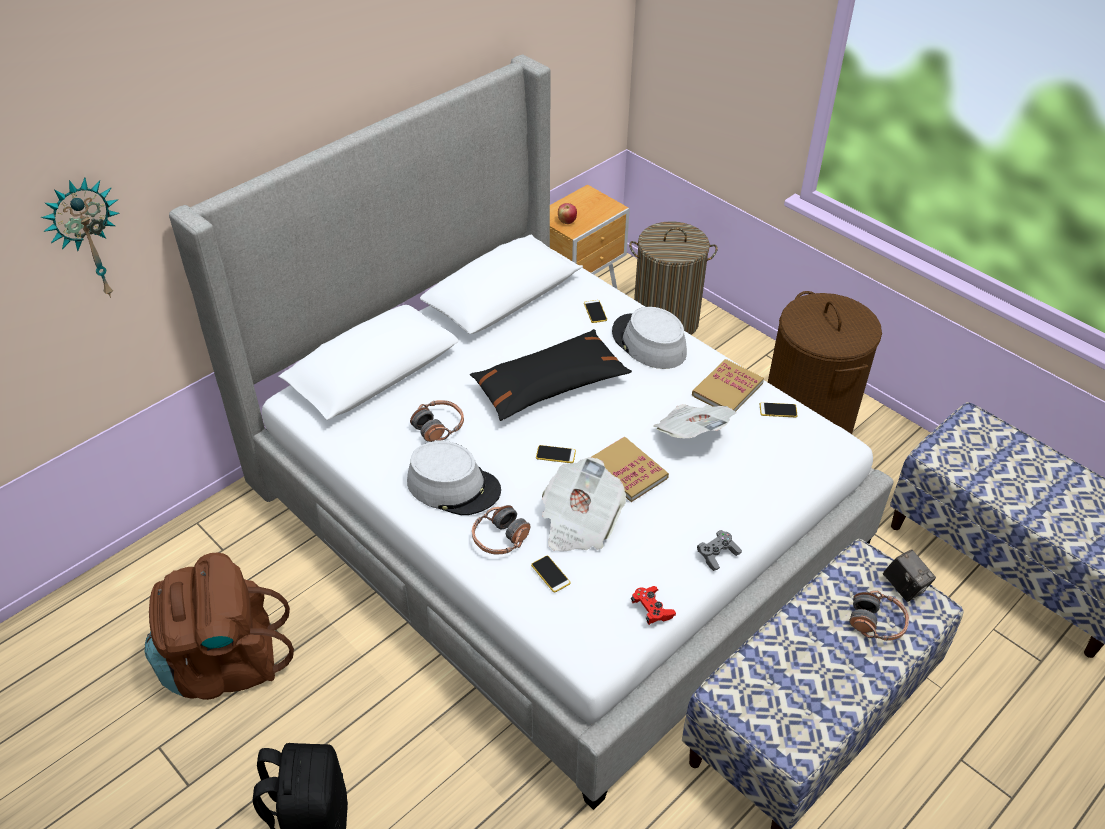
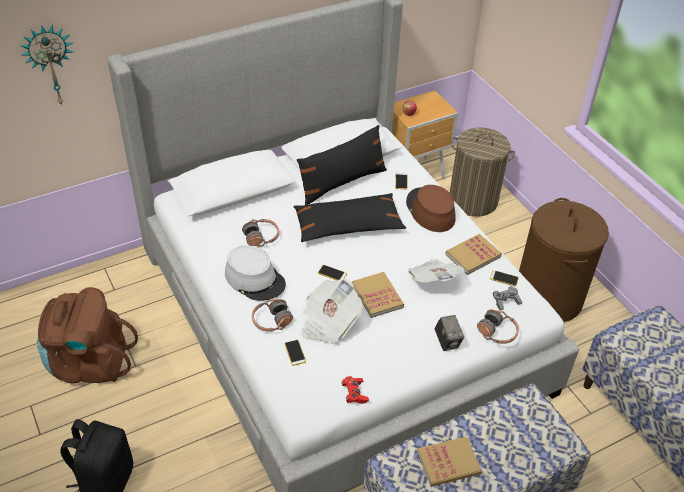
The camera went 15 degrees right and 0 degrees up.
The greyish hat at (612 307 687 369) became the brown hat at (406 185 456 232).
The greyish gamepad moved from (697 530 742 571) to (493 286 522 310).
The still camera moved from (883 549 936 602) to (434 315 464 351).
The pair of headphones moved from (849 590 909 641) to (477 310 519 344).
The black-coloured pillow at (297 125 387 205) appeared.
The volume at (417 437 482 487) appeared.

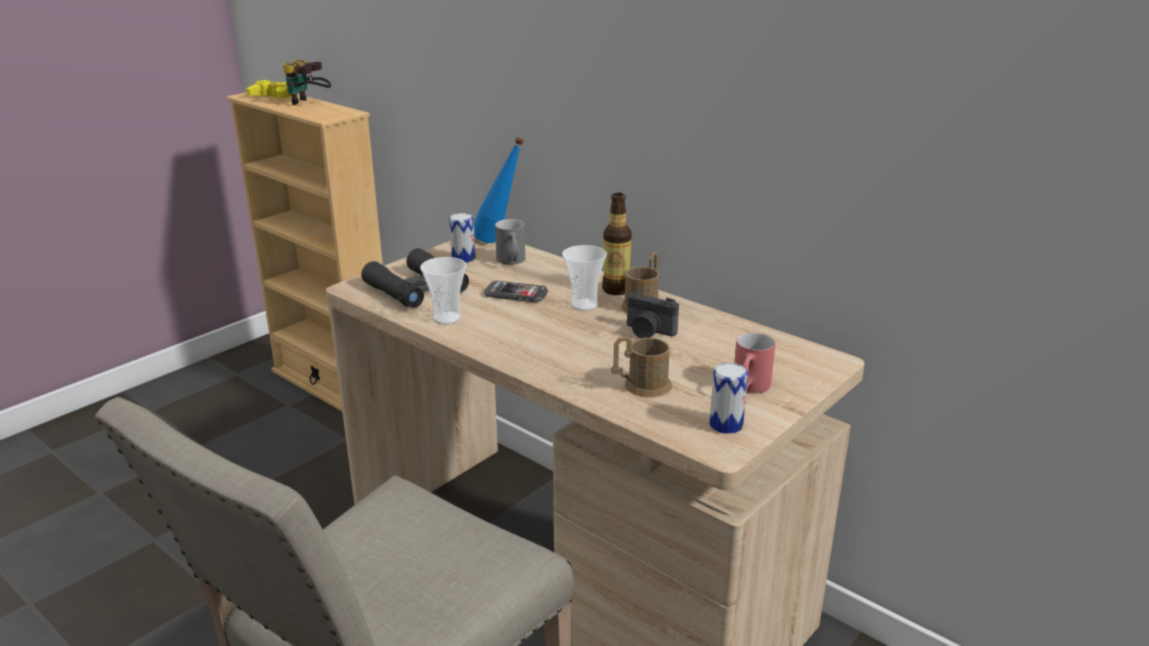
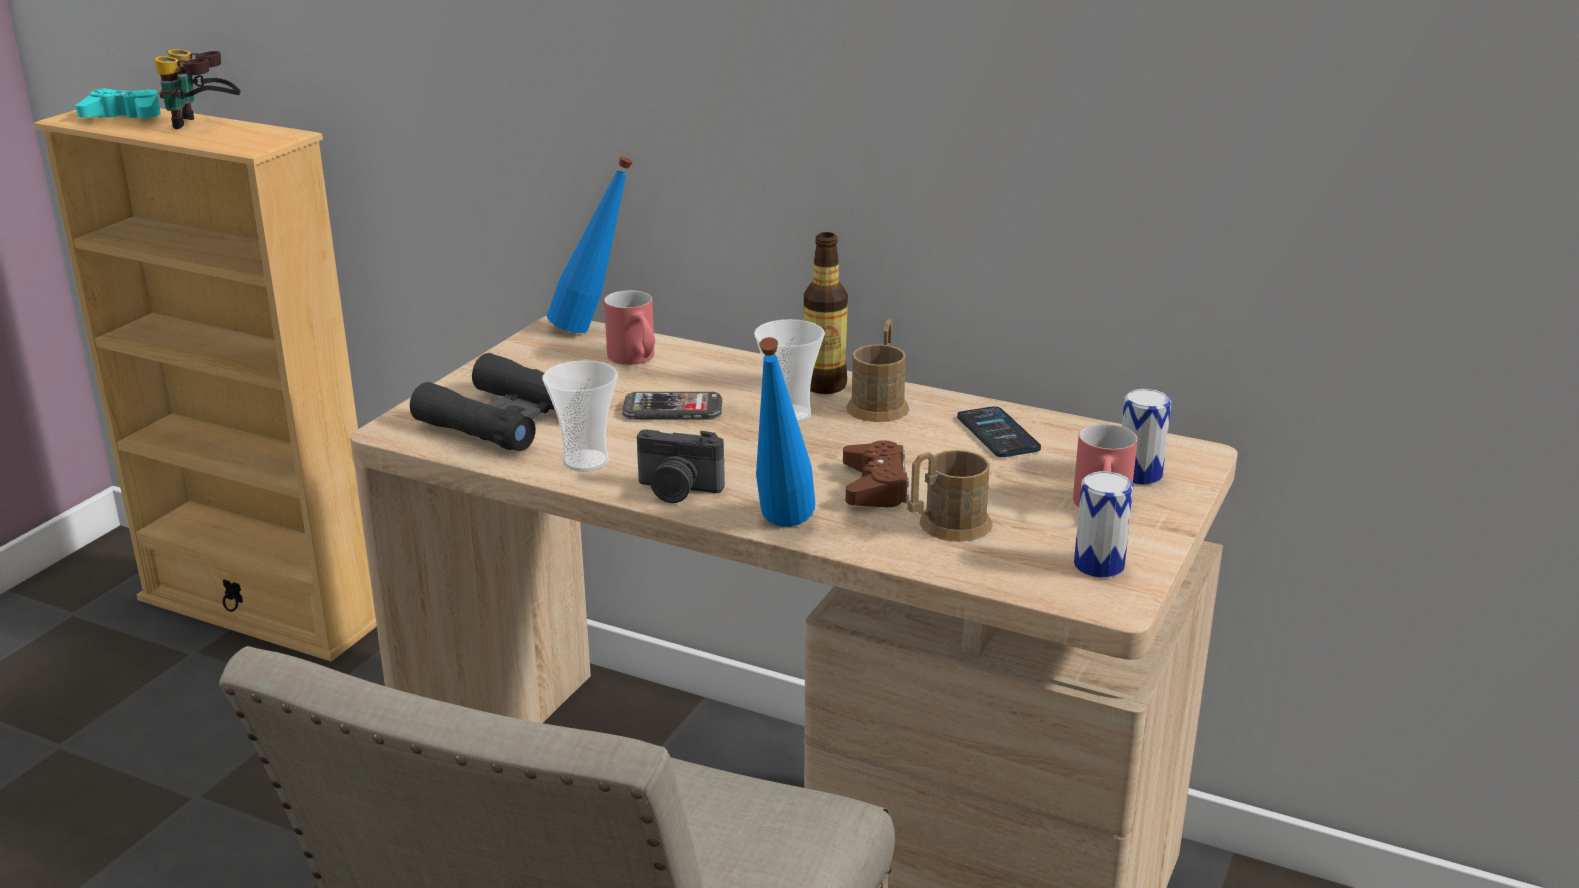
The camera went 15 degrees left and 0 degrees up.
The yellow gamepad at (246 80 292 98) became the blue-green gamepad at (76 88 161 119).
The sealed can moved from (449 213 476 263) to (1122 389 1171 485).
The greyish tea mug at (495 219 525 265) became the red tea mug at (604 290 655 365).
The still camera moved from (627 293 679 338) to (637 429 725 503).
The bluish beverage bottle at (756 337 815 527) appeared.
The phone at (957 406 1041 457) appeared.
The brown gamepad at (843 440 910 507) appeared.

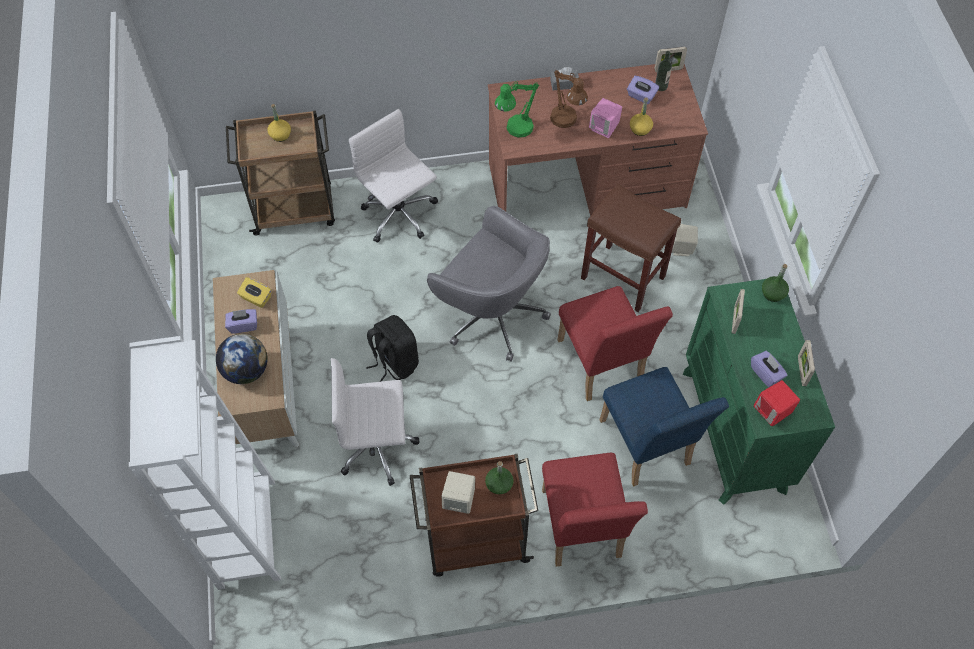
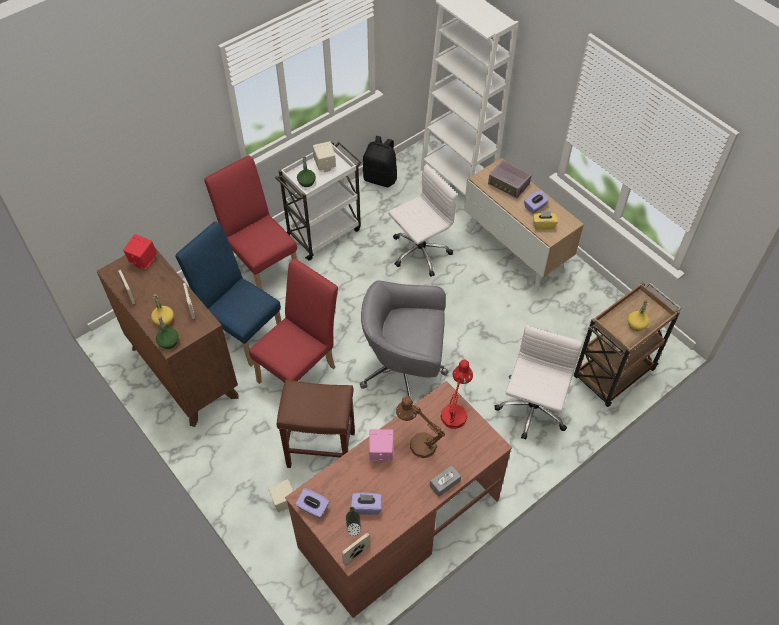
The camera went 150 degrees right and 5 degrees down.
The green tabletop lamp at (495 81 539 138) became the red tabletop lamp at (440 359 473 429).
The yellow beverage bottle moved from (630 97 653 136) to (151 294 174 326).
The white-coloured desk chair at (349 109 438 243) turned 90 degrees counterclockwise.
The green chest of drawers at (683 279 835 505) became the brown chest of drawers at (97 248 238 427).
The red upright chair at (557 286 673 401) turned 90 degrees clockwise.
The black-coloured backpack moved from (366 315 419 382) to (363 136 397 187).
The globe at (216 334 268 384) was replaced by the radio at (488 160 531 199).
The purplish tissue holder moved from (751 351 788 387) to (296 488 330 519).
The brown cart at (410 454 538 577) became the white-coloured cart at (275 141 362 261).

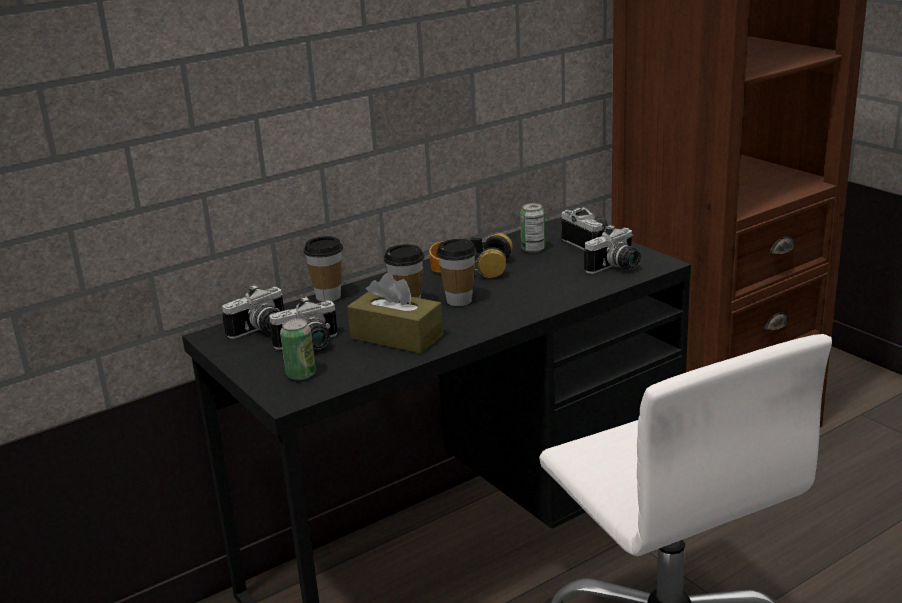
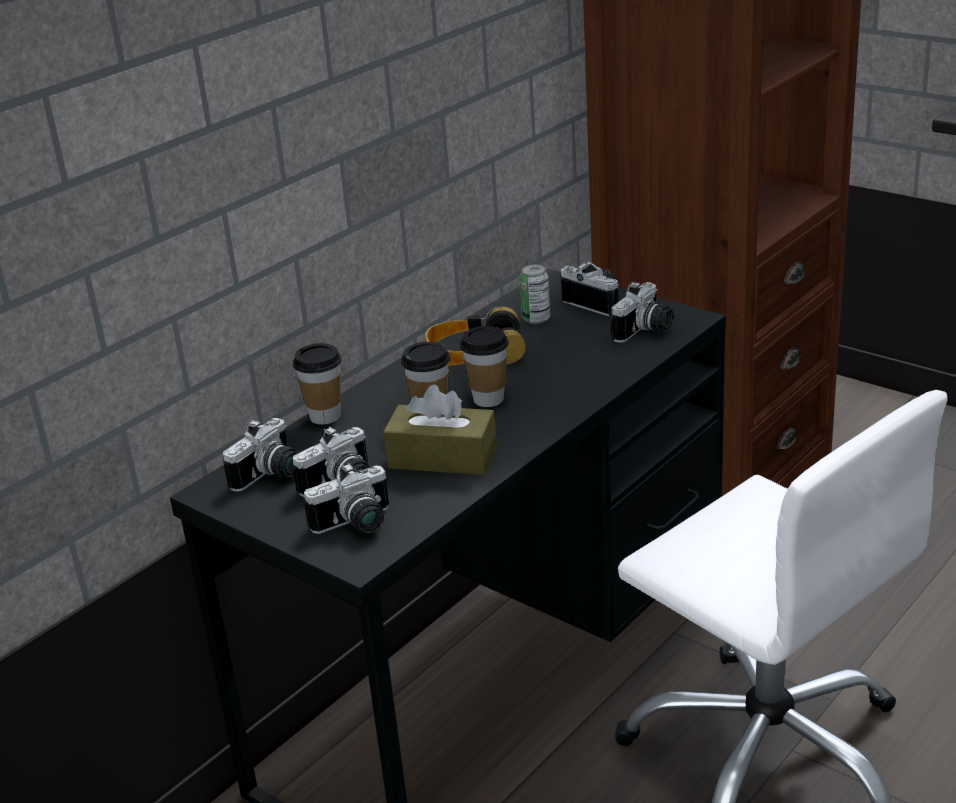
The camera went 15 degrees left and 5 degrees up.
The sealed can at (280 318 316 380) was replaced by the still camera at (304 463 389 534).

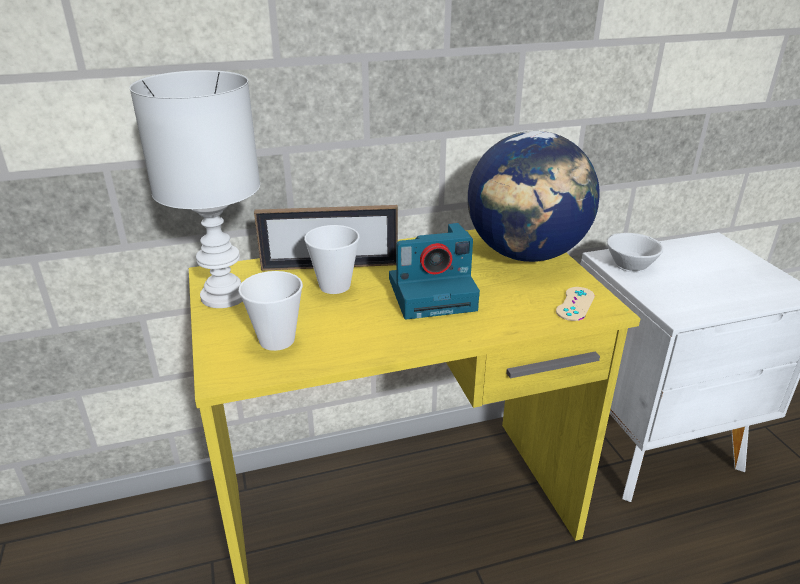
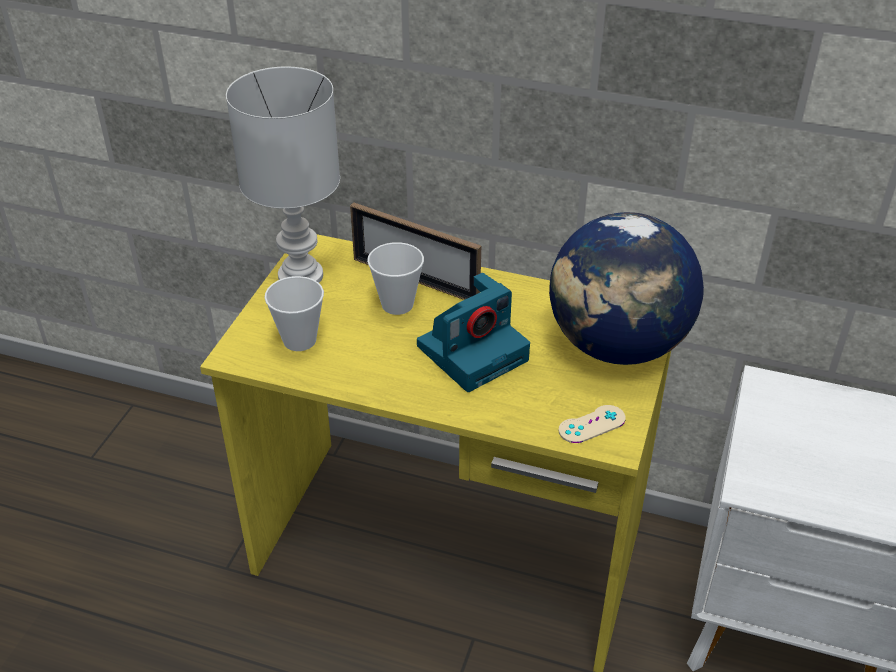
The camera went 35 degrees right and 10 degrees up.
The still camera at (389 223 480 319) turned 60 degrees counterclockwise.
The white-coloured drinking cup at (607 233 664 272) disappeared.

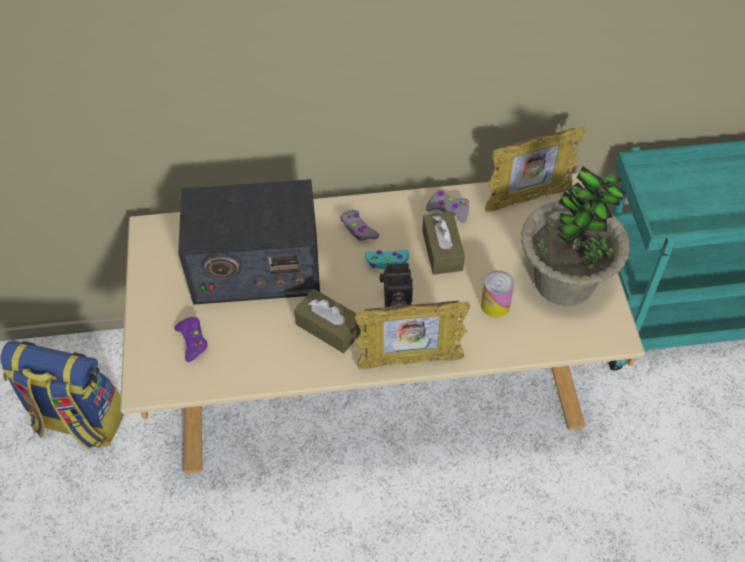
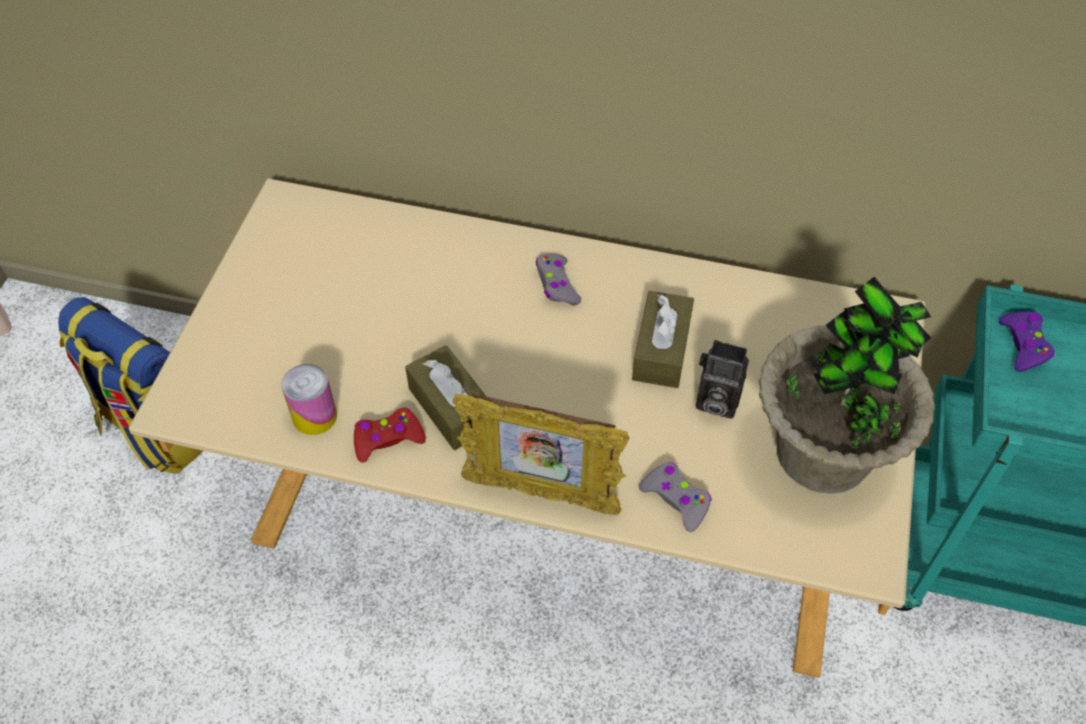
The camera went 20 degrees right and 0 degrees up.
The standing frame at (485 126 586 212) disappeared.
The radio at (178 179 320 305) disappeared.
The greyish gamepad moved from (426 190 469 223) to (639 462 712 532).
The blue-green gamepad at (365 250 409 269) disappeared.
The still camera moved from (379 263 413 307) to (696 340 749 419).
The sealed can moved from (481 271 514 318) to (282 364 337 435).
The purplish gamepad moved from (174 317 208 362) to (999 311 1054 372).
The red gamepad at (354 407 426 463) appeared.

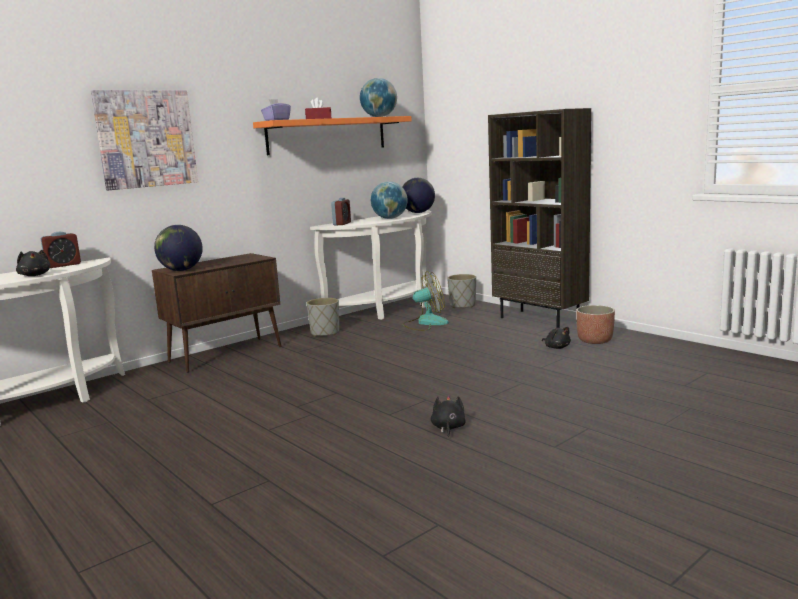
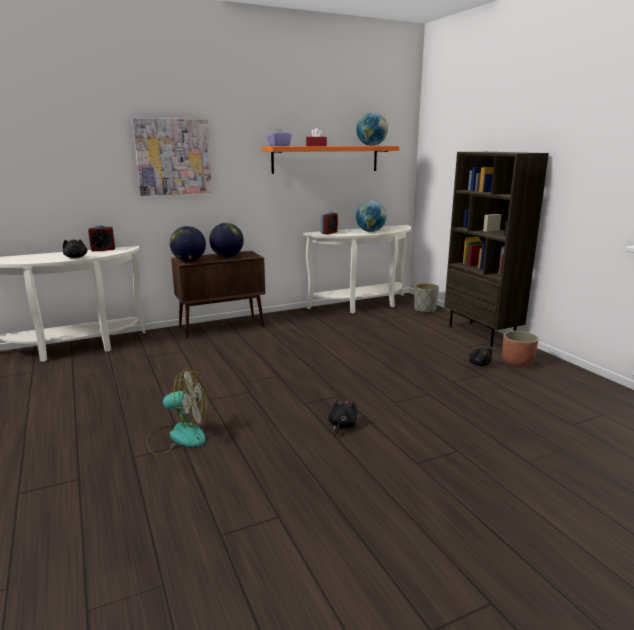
The camera went 15 degrees right and 5 degrees up.
The globe moved from (403 178 435 213) to (209 223 244 257).
The electric fan moved from (403 271 449 331) to (146 369 207 456).
The greyish flower pot at (306 298 339 337) disappeared.

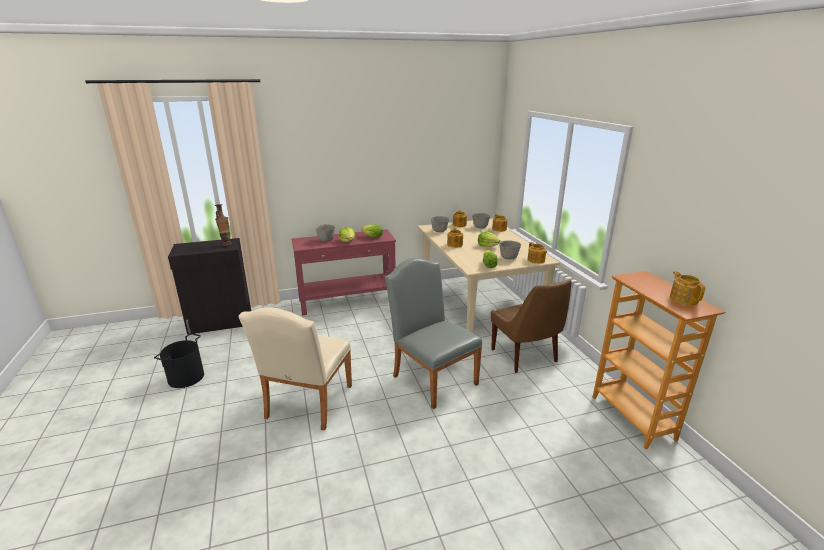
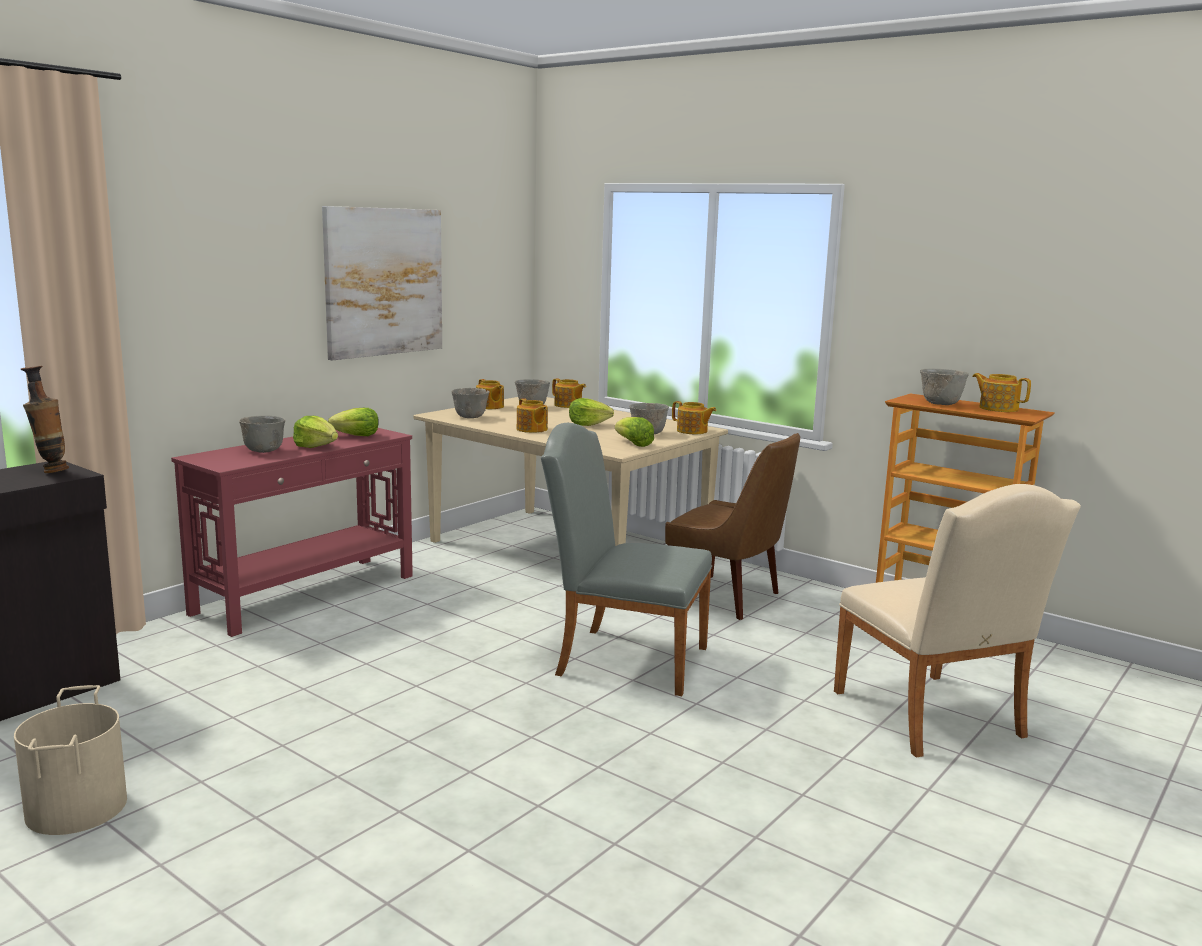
The camera went 35 degrees left and 10 degrees down.
The beige upright chair moved from (238 307 352 431) to (834 484 1081 757).
The black-coloured water bucket at (154 333 204 388) became the beige water bucket at (14 685 127 835).
The wall picture at (322 206 442 360) appeared.
The greyish serving bowl at (920 369 969 405) appeared.

